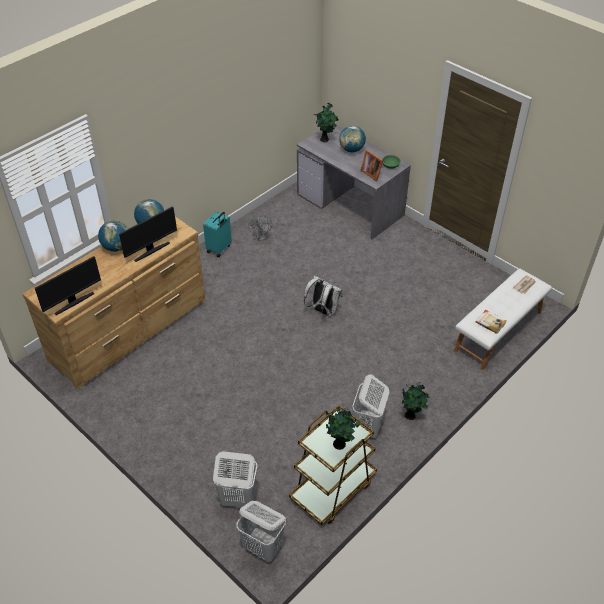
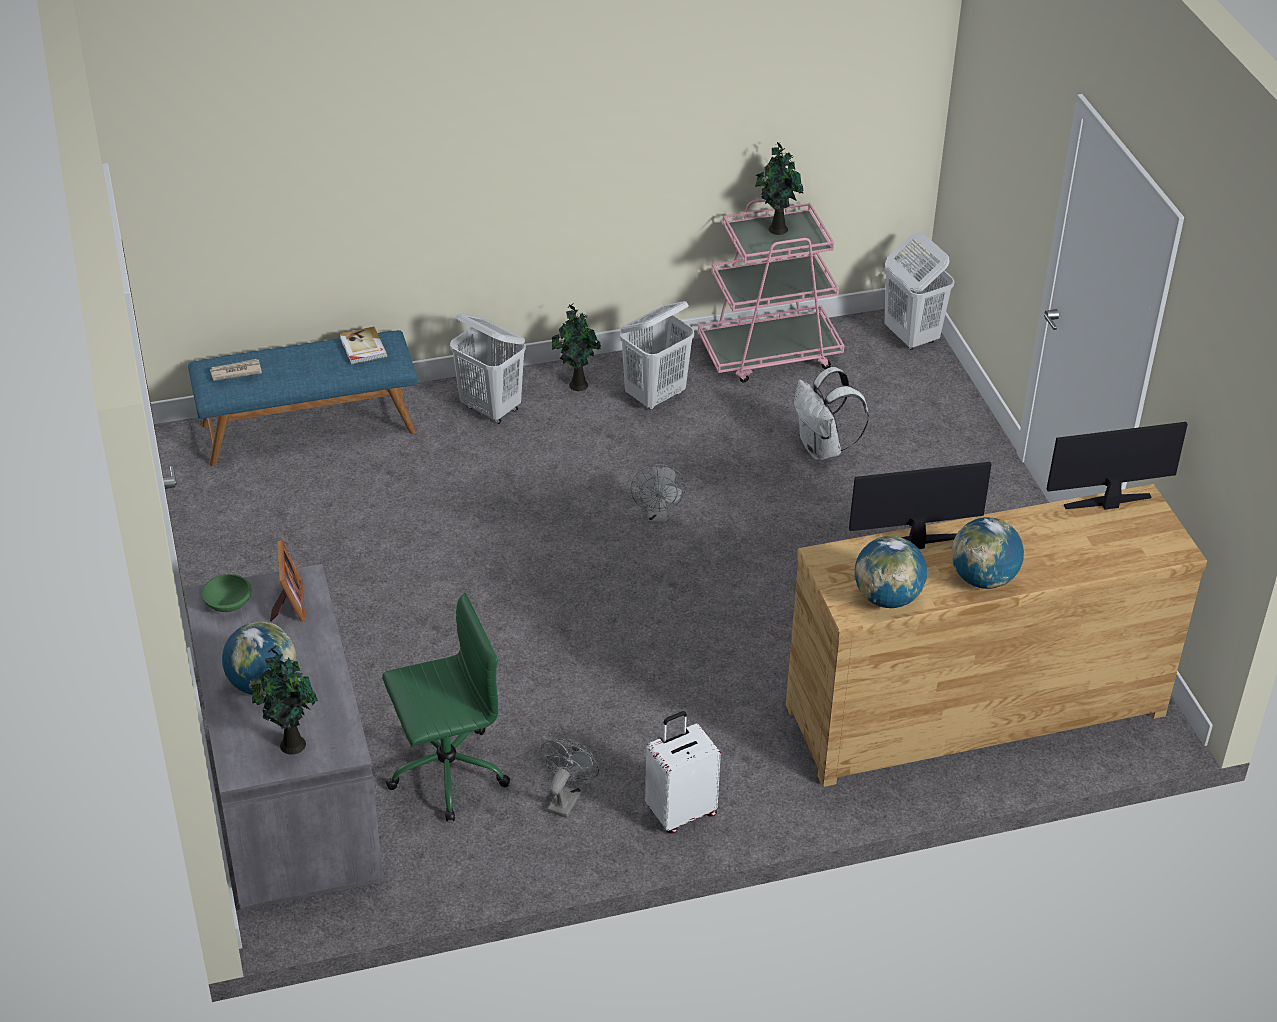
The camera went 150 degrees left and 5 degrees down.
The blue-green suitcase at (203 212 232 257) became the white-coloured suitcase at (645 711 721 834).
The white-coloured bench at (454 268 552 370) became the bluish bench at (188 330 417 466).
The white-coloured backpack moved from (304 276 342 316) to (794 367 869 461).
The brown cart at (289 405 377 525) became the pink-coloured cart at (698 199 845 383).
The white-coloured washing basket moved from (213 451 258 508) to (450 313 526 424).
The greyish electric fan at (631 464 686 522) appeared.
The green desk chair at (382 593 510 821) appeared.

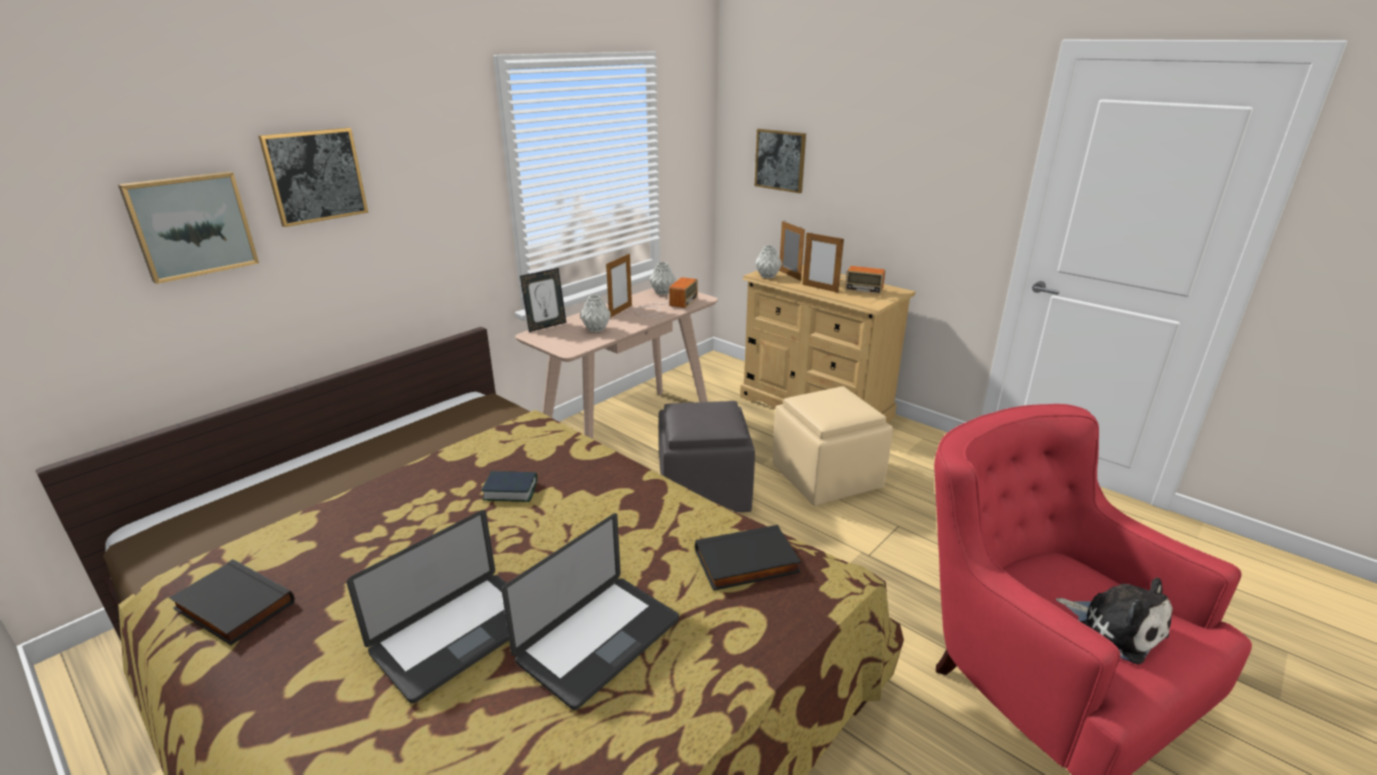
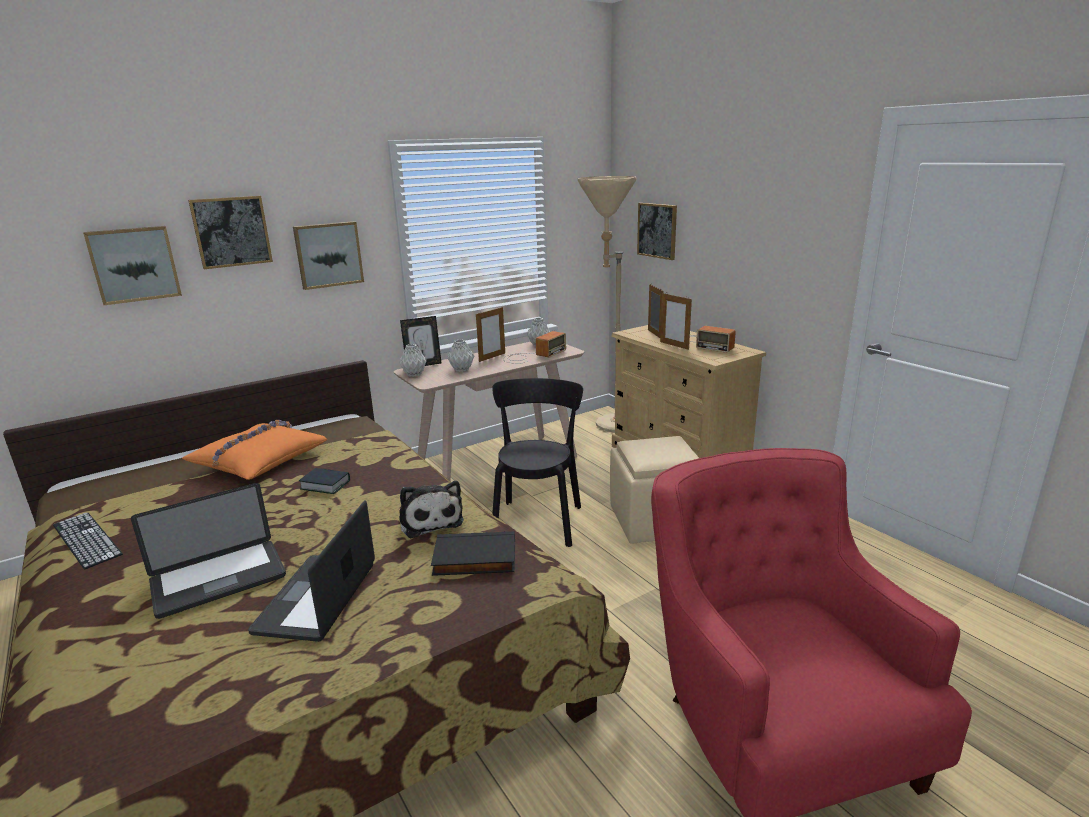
The camera went 15 degrees right and 5 degrees down.
The greyish vase moved from (755 245 782 278) to (399 344 427 377).
The greyish footrest at (659 401 755 512) was replaced by the black-coloured upright chair at (492 378 583 547).
The laptop at (502 513 679 710) turned 135 degrees clockwise.
The black-coloured volume at (169 559 295 645) was replaced by the computer keyboard at (53 513 123 570).
The cuddly toy moved from (1056 578 1173 665) to (399 481 464 538).
The beige floor lamp at (578 176 637 433) appeared.
The wall picture at (293 221 364 290) appeared.
The orange-coloured pillow at (182 420 328 480) appeared.

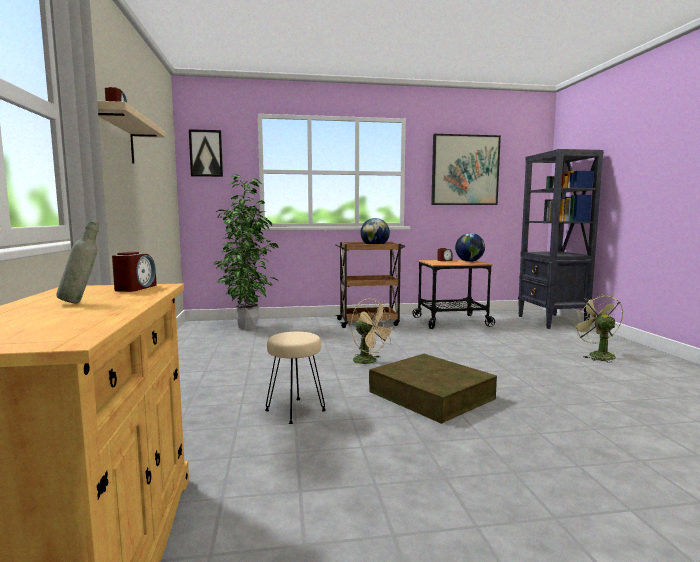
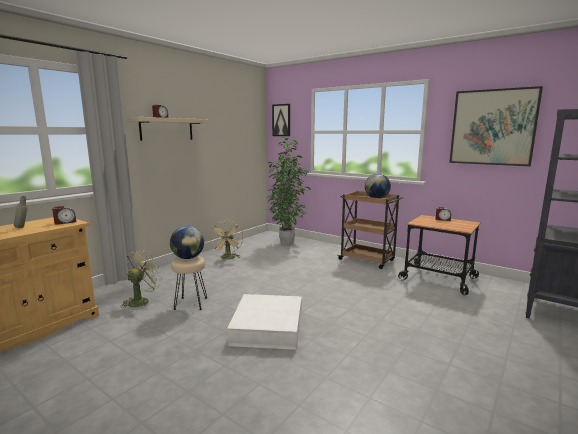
The camera went 45 degrees right and 5 degrees up.
The globe moved from (455 233 485 262) to (170 226 204 259).
The green electric fan moved from (571 293 623 363) to (120 250 162 308).
The beige electric fan moved from (351 298 395 367) to (210 220 243 259).
The brown storage bin at (369 354 497 424) became the white-coloured storage bin at (227 294 302 350).

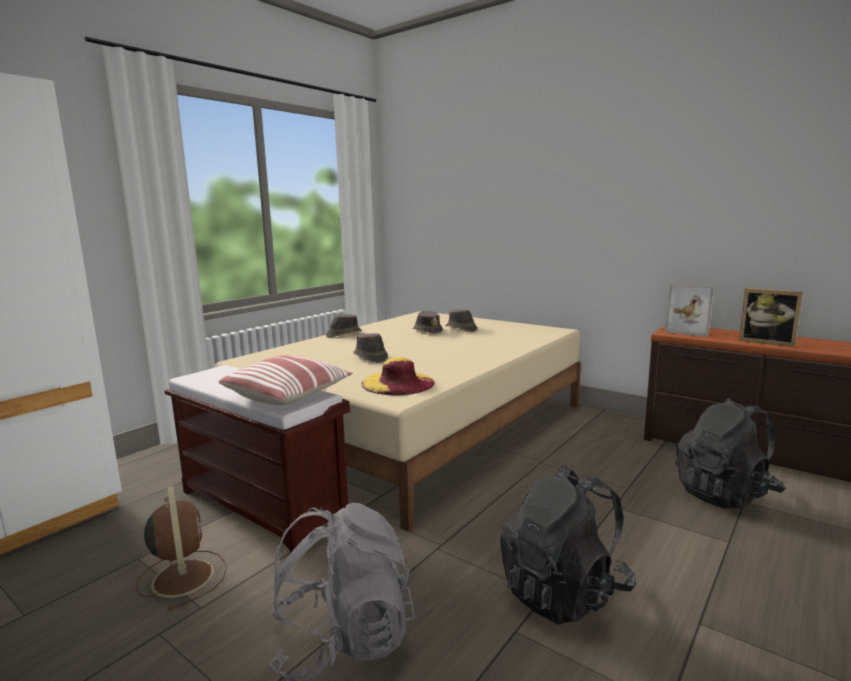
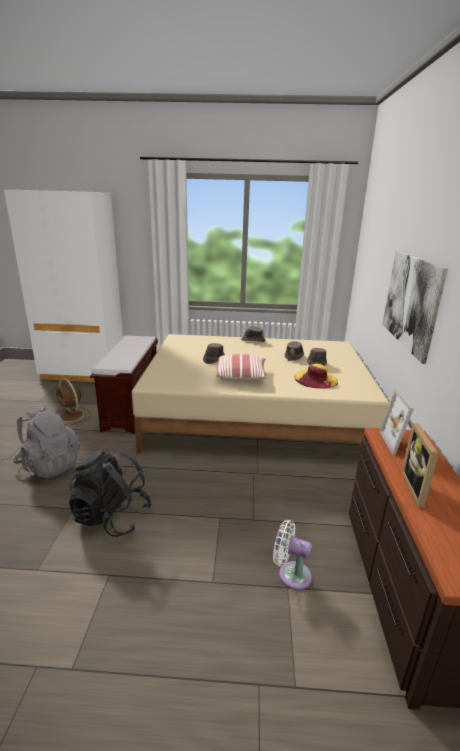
The camera went 55 degrees right and 10 degrees up.
The pillow moved from (219 355 352 405) to (216 354 267 381).
The yellow hat moved from (361 357 435 395) to (294 364 338 389).
The black-coloured backpack at (675 398 785 509) was replaced by the white-coloured electric fan at (273 520 312 590).
The brown electric fan at (136 486 227 611) turned 105 degrees clockwise.
The wall picture at (382 251 448 364) appeared.

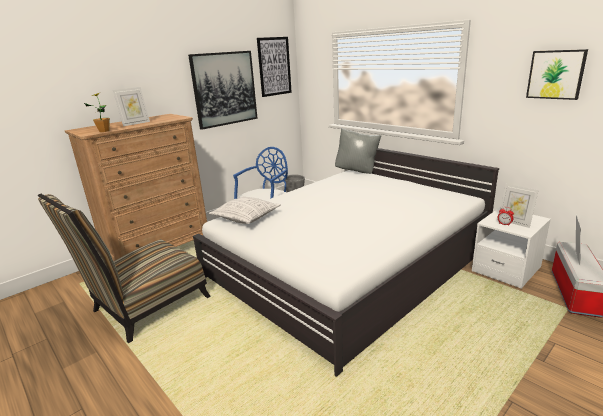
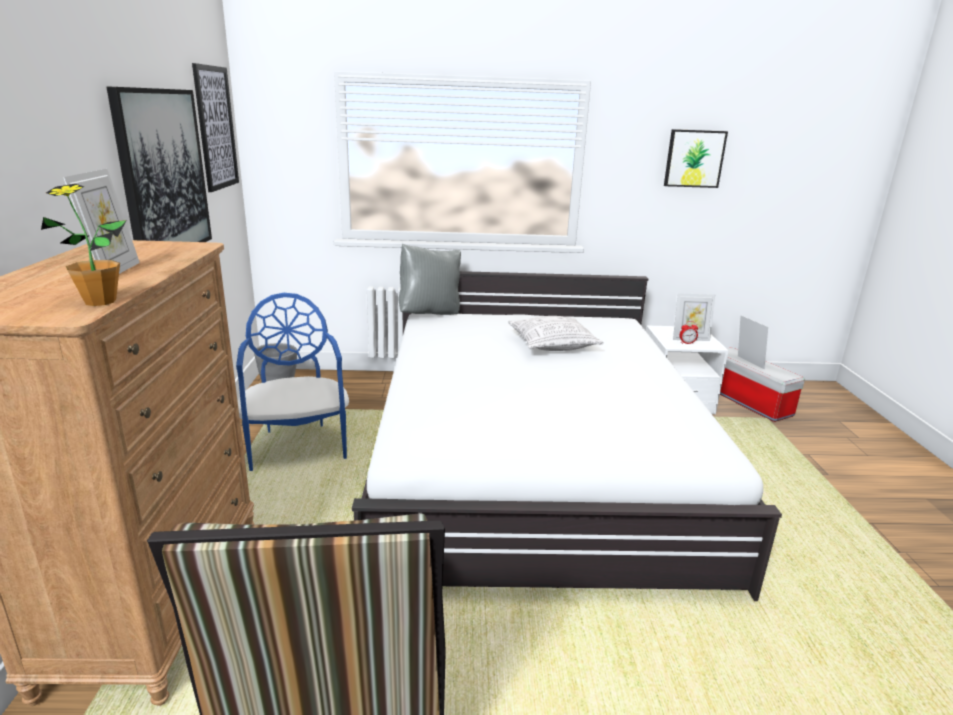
The camera went 50 degrees left and 0 degrees up.
The pillow moved from (209 196 281 224) to (508 316 604 351).

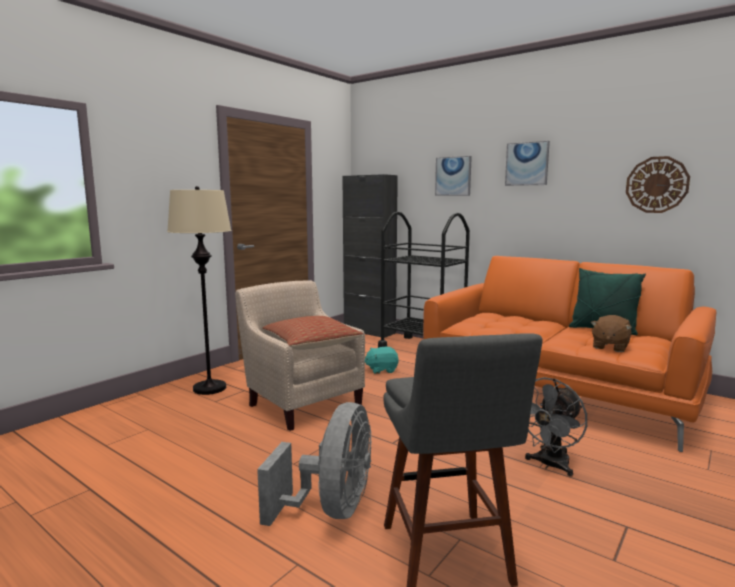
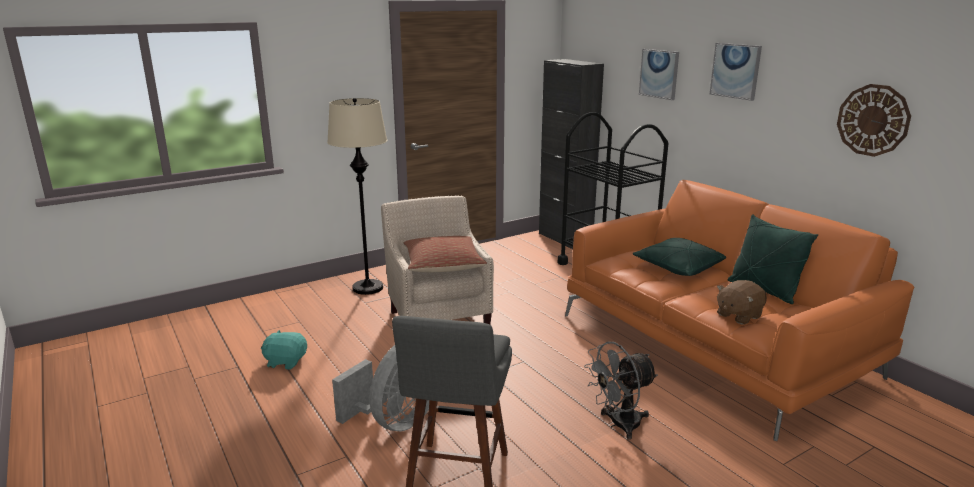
The camera went 20 degrees right and 10 degrees up.
The blue-green cuddly toy moved from (365 347 399 374) to (261 330 307 370).
The green pillow at (633 238 726 276) appeared.

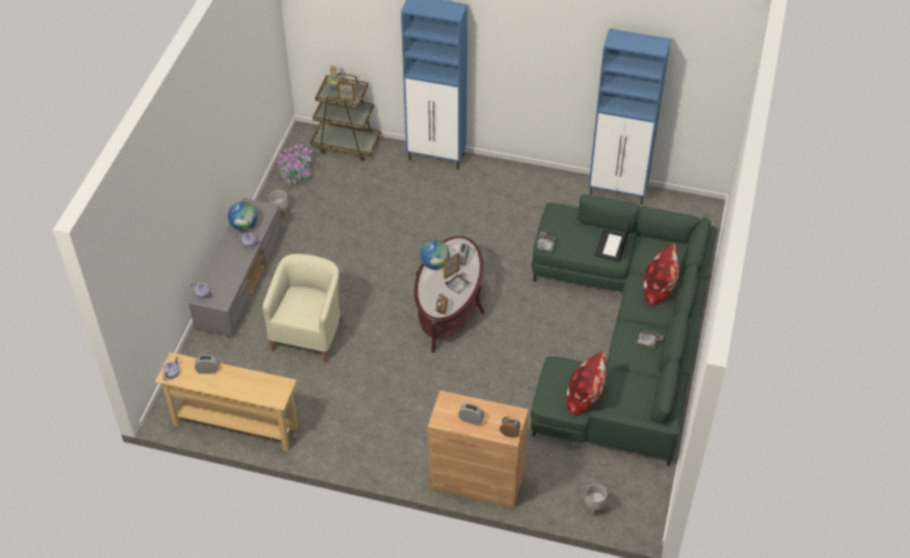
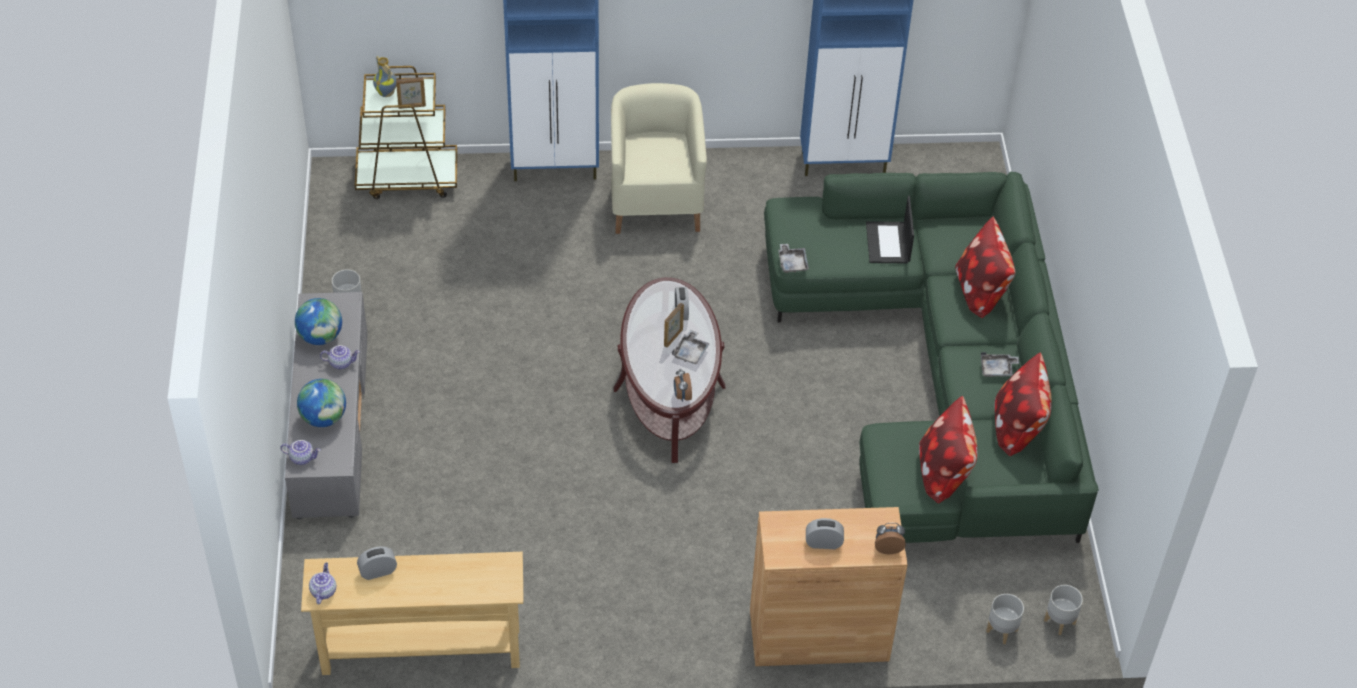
The camera went 20 degrees left and 0 degrees up.
The houseplant at (276 144 312 185) disappeared.
The globe moved from (420 240 450 270) to (297 379 346 427).
The beige lounge chair moved from (262 254 342 363) to (611 83 707 234).
The pillow at (995 353 1052 456) appeared.
The greyish flower pot at (1044 585 1083 635) appeared.

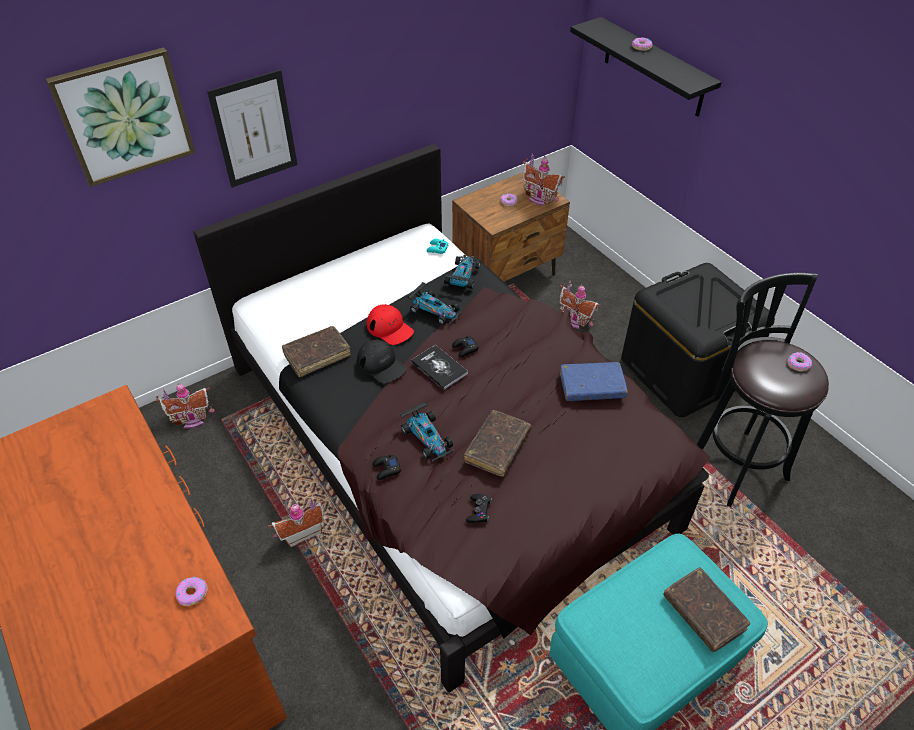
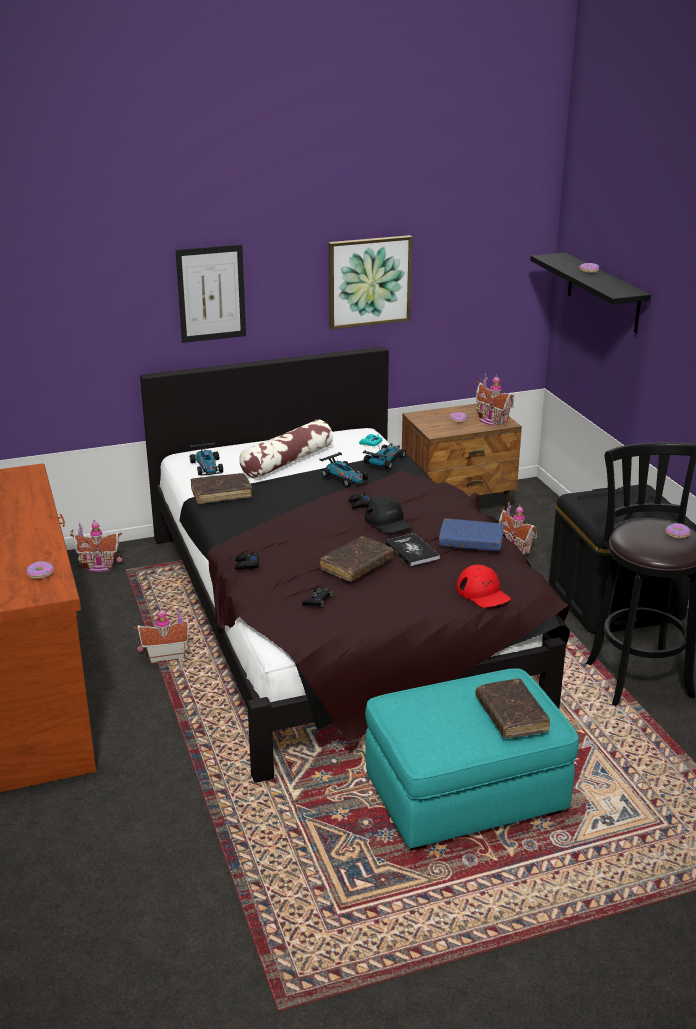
The camera went 15 degrees right and 20 degrees down.
The wall picture moved from (46 47 195 187) to (328 235 413 329).
The red baseball cap moved from (367 304 414 345) to (456 565 511 608).
The black-coloured baseball cap moved from (357 340 406 383) to (365 496 412 533).
The volume moved from (411 345 468 390) to (385 533 440 566).
The miniature car moved from (400 401 454 461) to (190 442 223 476).
The pillow at (239 419 333 479) appeared.

